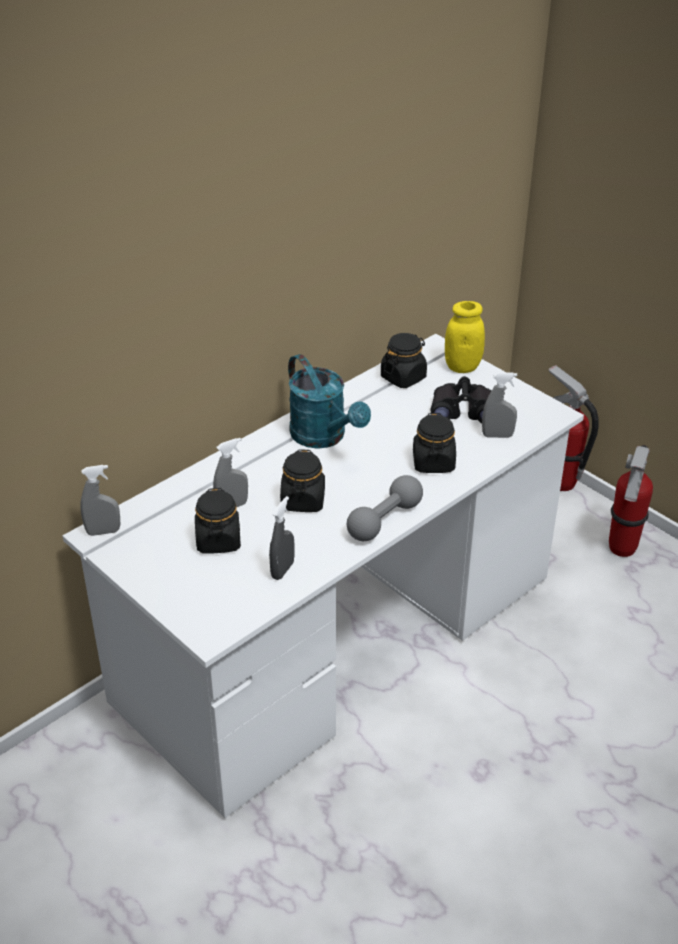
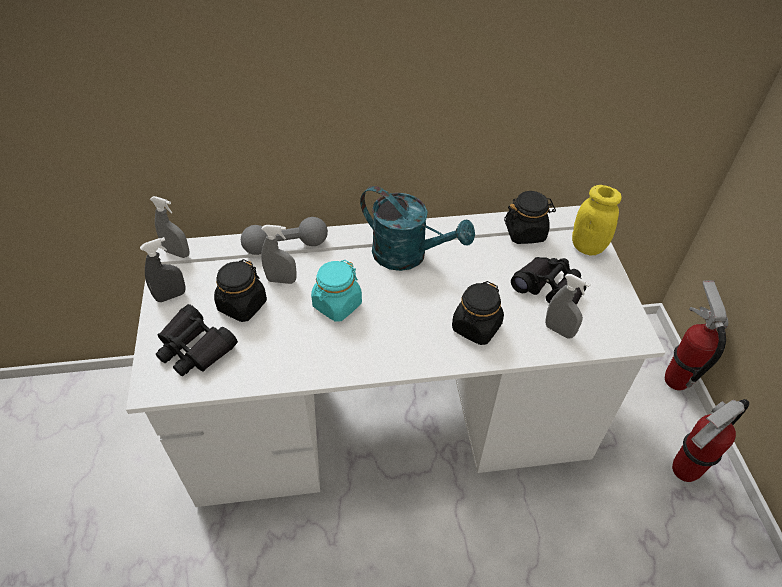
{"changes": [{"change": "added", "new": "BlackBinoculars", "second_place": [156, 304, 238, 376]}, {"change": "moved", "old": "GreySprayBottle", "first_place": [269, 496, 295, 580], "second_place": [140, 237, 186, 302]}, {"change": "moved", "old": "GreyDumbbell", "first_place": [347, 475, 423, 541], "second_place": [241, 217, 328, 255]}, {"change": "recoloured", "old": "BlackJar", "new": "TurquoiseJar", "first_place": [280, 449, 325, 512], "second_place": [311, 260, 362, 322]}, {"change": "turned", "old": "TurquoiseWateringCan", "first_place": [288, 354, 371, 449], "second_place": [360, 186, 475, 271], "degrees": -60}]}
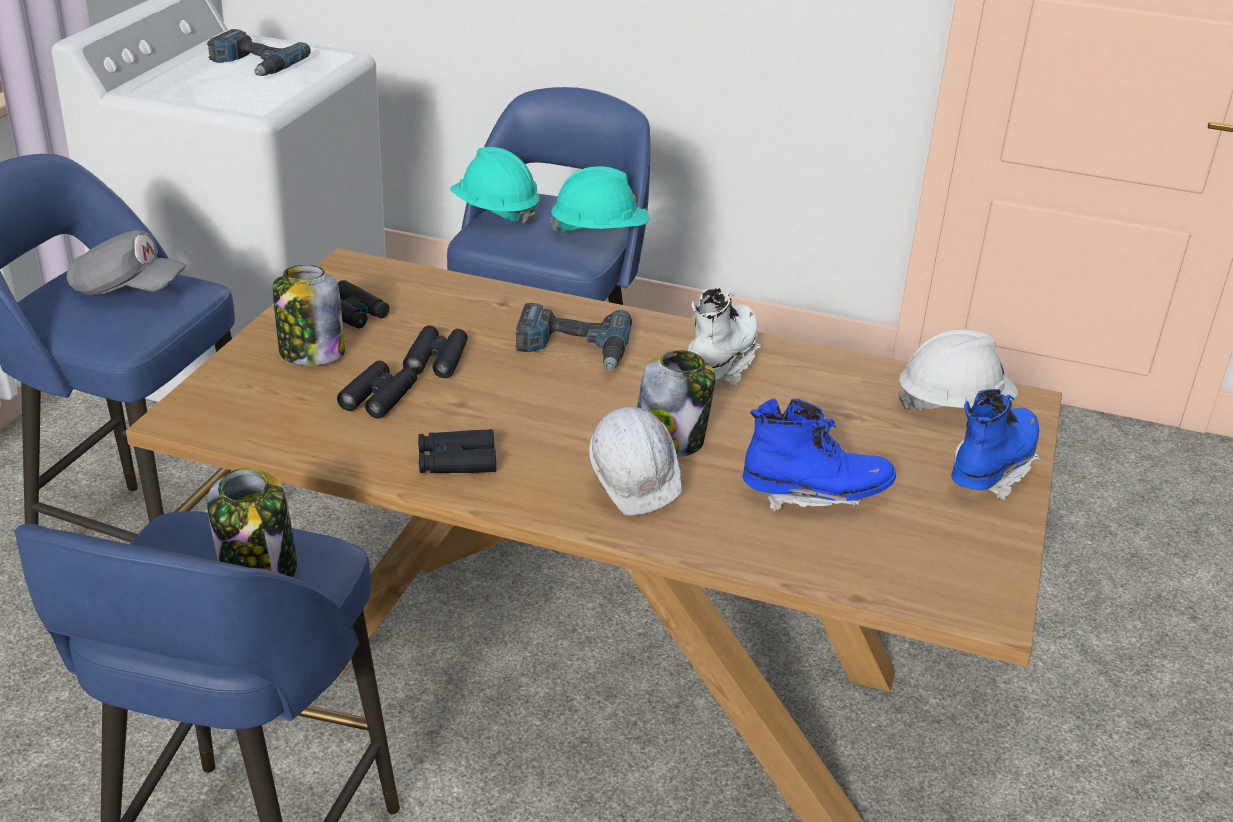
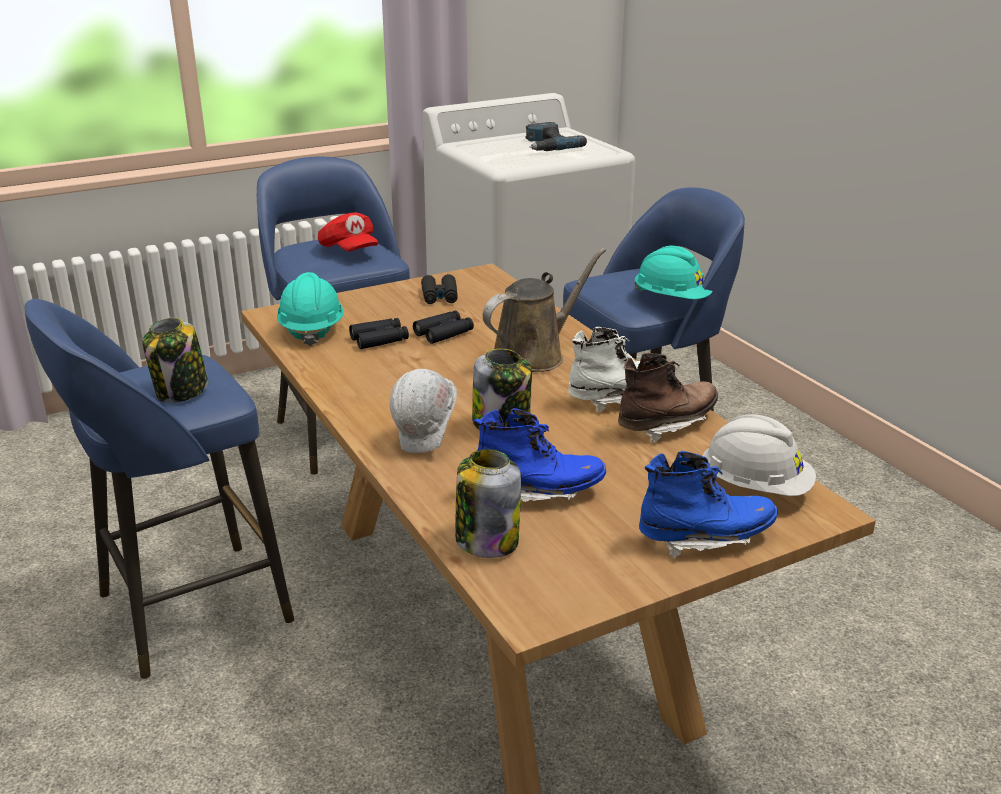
{"changes": [{"change": "removed", "old": "BlackBinoculars", "first_place": [418, 429, 496, 473]}, {"change": "added", "new": "BrownBoot", "second_place": [618, 353, 718, 443]}, {"change": "moved", "old": "Jar", "first_place": [273, 265, 345, 365], "second_place": [455, 449, 521, 558]}, {"change": "moved", "old": "TurquoiseHardHat", "first_place": [450, 147, 539, 225], "second_place": [277, 272, 344, 346]}, {"change": "replaced", "old": "PowerDrill", "new": "BrownWateringCan", "first_place": [516, 303, 632, 370], "second_place": [483, 248, 606, 372]}, {"change": "recoloured", "old": "GreyCap", "new": "RedCap", "first_place": [66, 230, 187, 295], "second_place": [318, 212, 378, 251]}, {"change": "turned", "old": "BlueBoot", "first_place": [742, 398, 896, 512], "second_place": [474, 408, 606, 502], "degrees": -45}]}
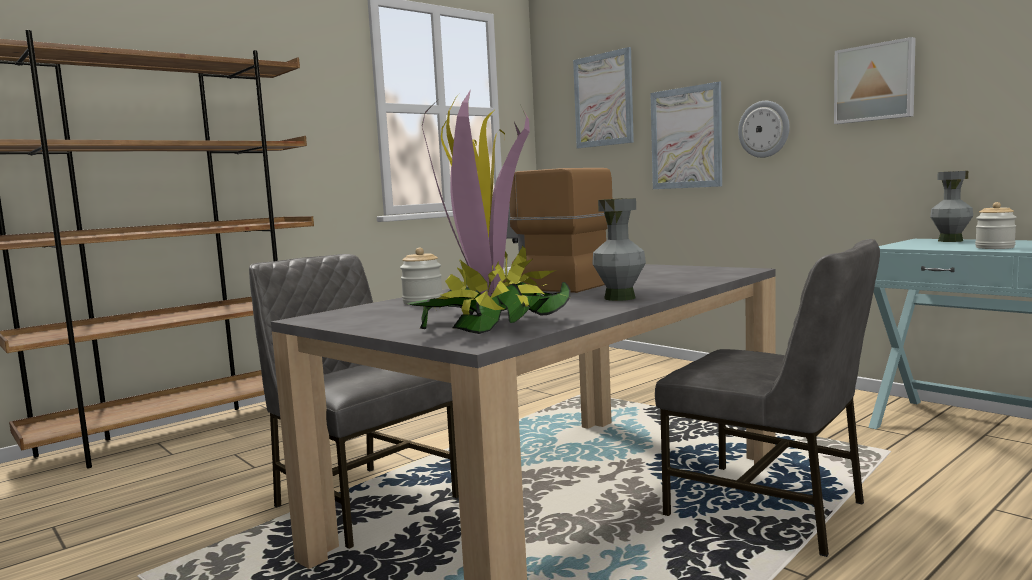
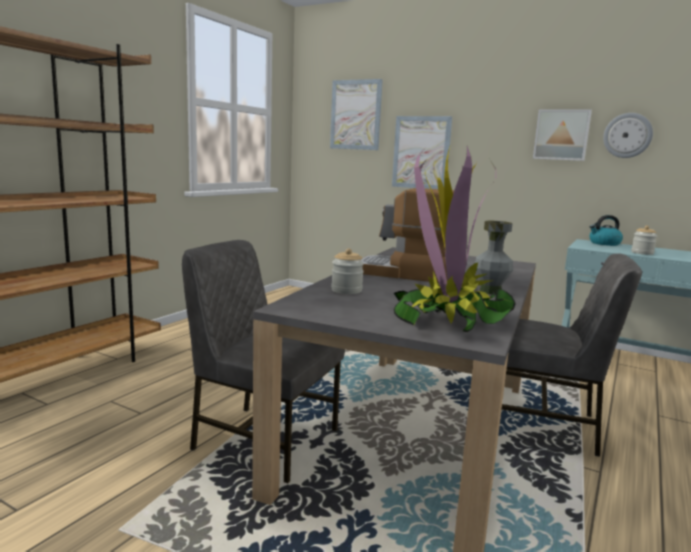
{"changes": [{"change": "moved", "old": "WallClock", "first_place": [738, 101, 790, 158], "second_place": [603, 113, 653, 158]}, {"change": "replaced", "old": "GreyVase", "new": "Kettle", "first_place": [930, 171, 973, 242], "second_place": [589, 215, 623, 246]}]}
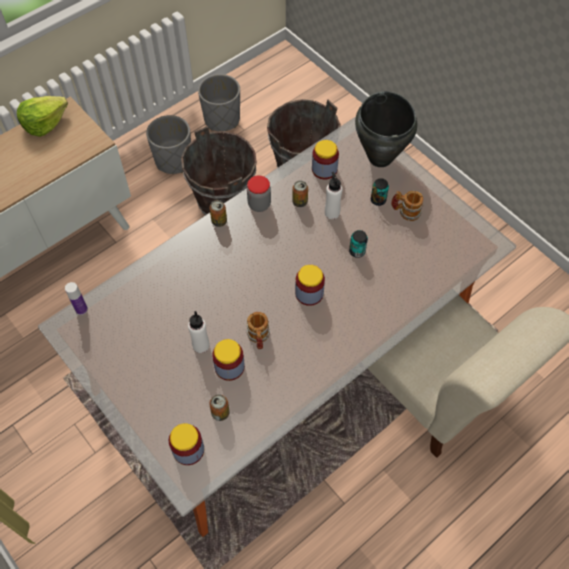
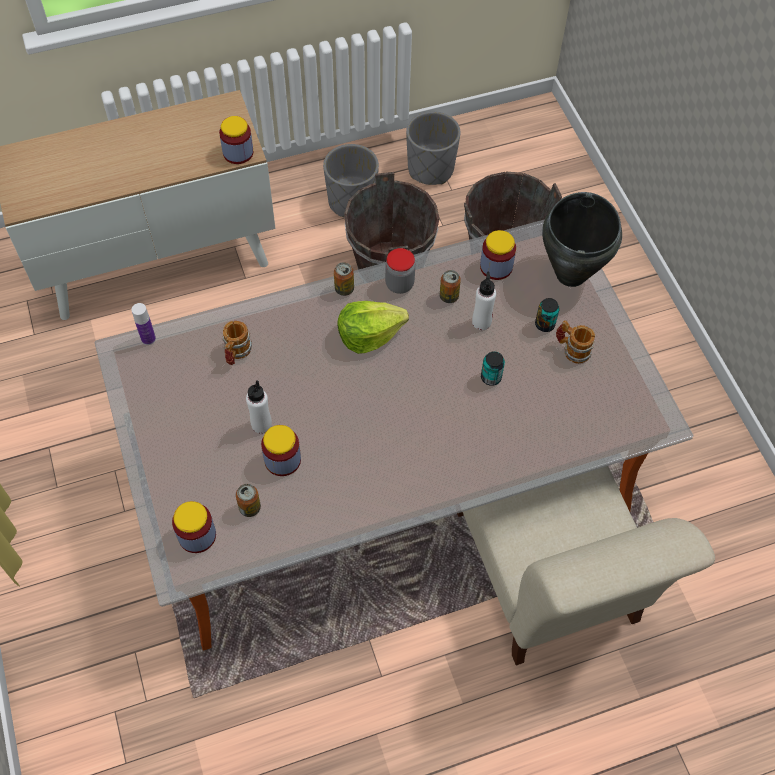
{"changes": [{"change": "moved", "old": "Lettuce", "first_place": [17, 96, 68, 137], "second_place": [337, 301, 409, 354]}, {"change": "moved", "old": "Mug", "first_place": [247, 312, 270, 349], "second_place": [222, 321, 252, 365]}, {"change": "moved", "old": "Jar", "first_place": [295, 265, 325, 306], "second_place": [219, 116, 253, 164]}]}
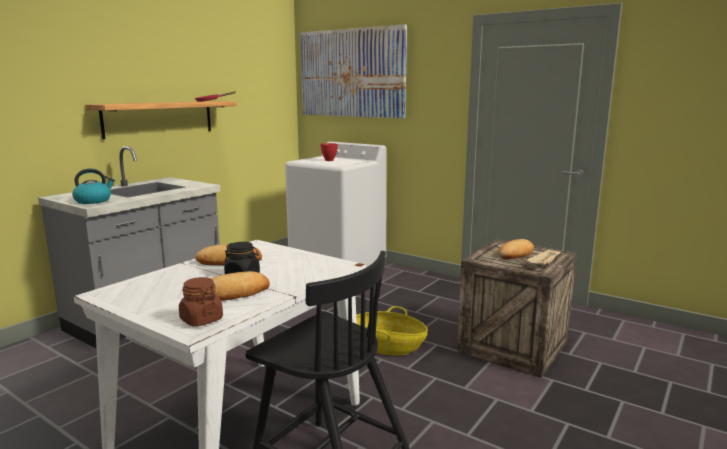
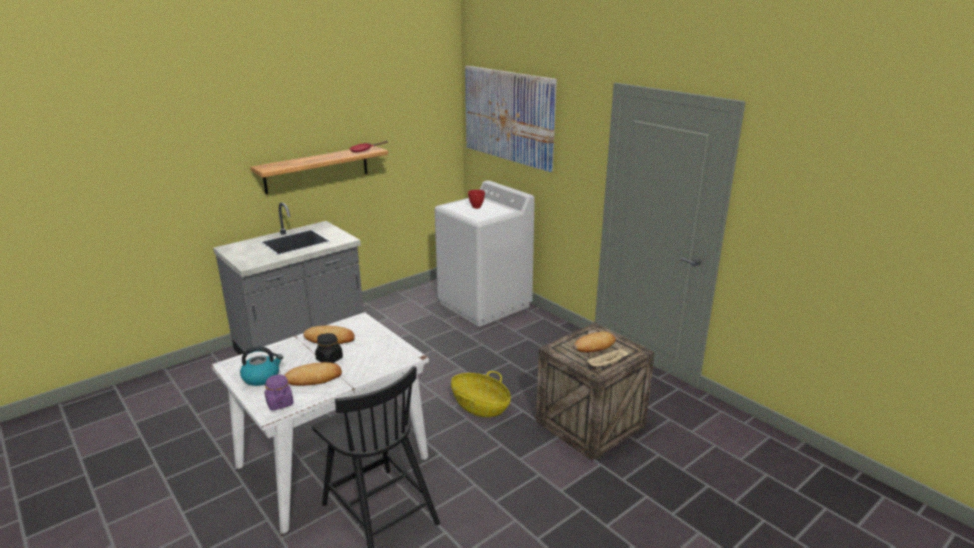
{"changes": [{"change": "moved", "old": "Kettle", "first_place": [72, 168, 115, 204], "second_place": [240, 346, 283, 386]}, {"change": "recoloured", "old": "BrownJar", "new": "PurpleJar", "first_place": [179, 277, 223, 327], "second_place": [265, 375, 294, 410]}]}
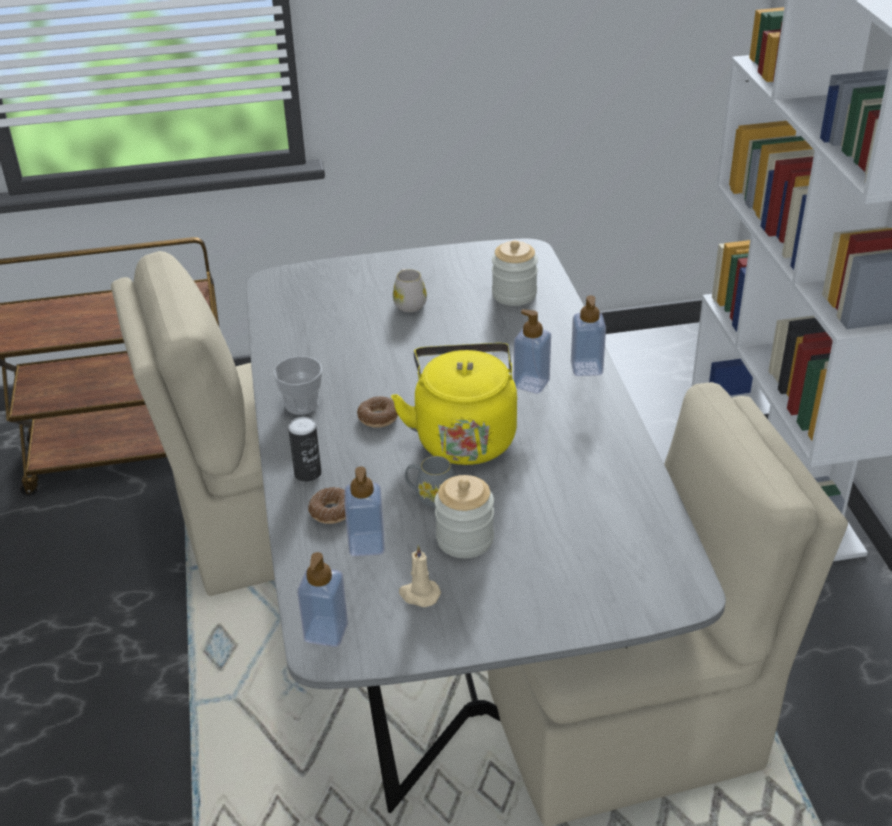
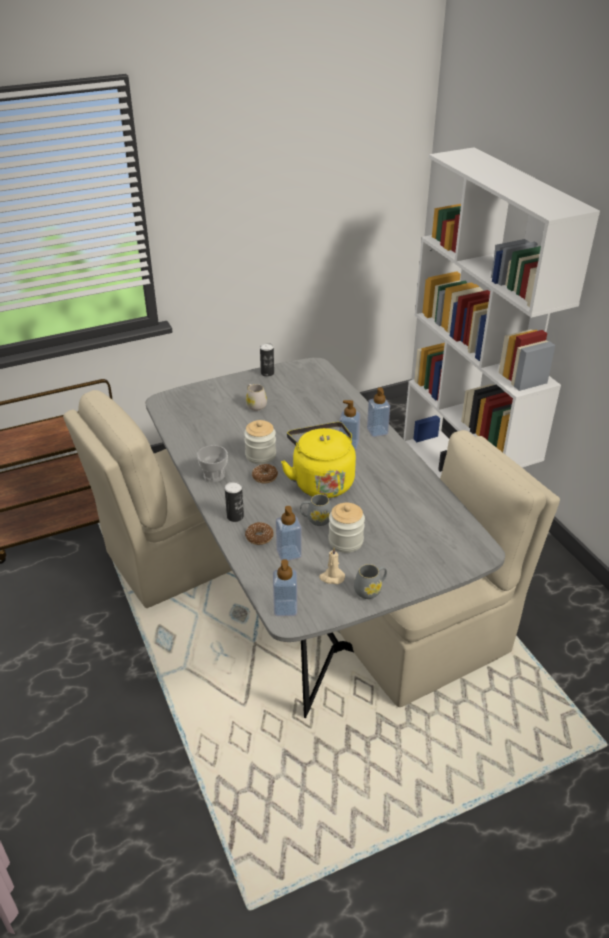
{"changes": [{"change": "added", "new": "Can", "second_place": [260, 343, 274, 377]}, {"change": "added", "new": "GreyMug", "second_place": [354, 564, 387, 599]}, {"change": "moved", "old": "Jar", "first_place": [492, 240, 538, 306], "second_place": [244, 420, 276, 464]}]}
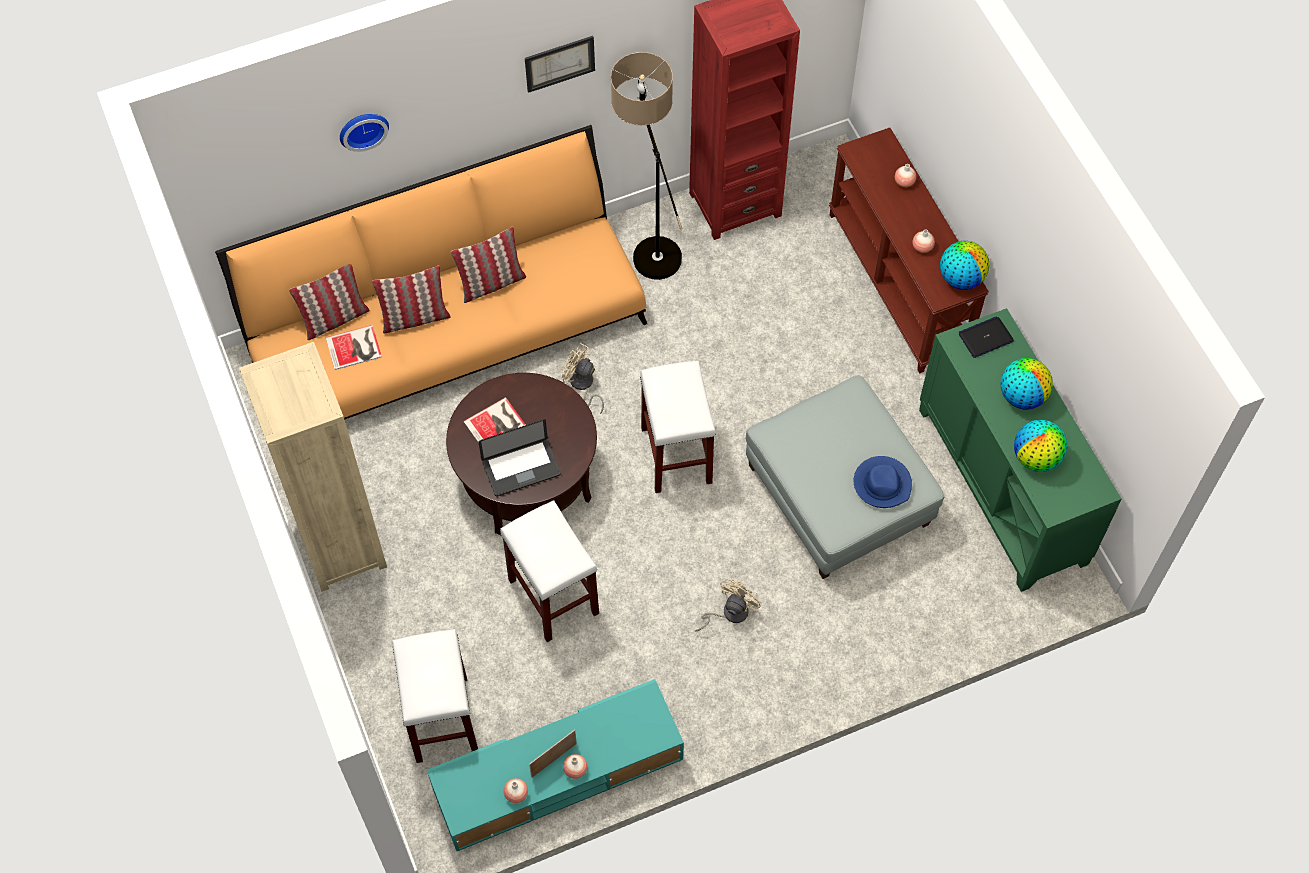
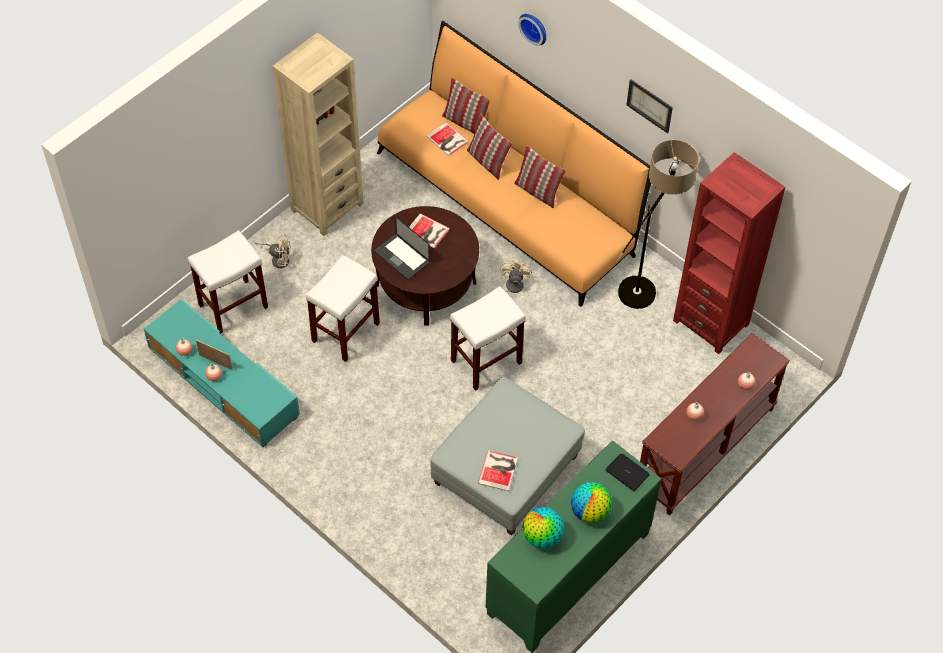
{"changes": [{"change": "removed", "old": "Globe", "first_place": [940, 241, 989, 290]}, {"change": "moved", "old": "BeigeFan", "first_place": [695, 579, 762, 632], "second_place": [255, 234, 291, 268]}, {"change": "replaced", "old": "BlueHat", "new": "Book", "first_place": [854, 456, 912, 508], "second_place": [478, 450, 518, 491]}]}
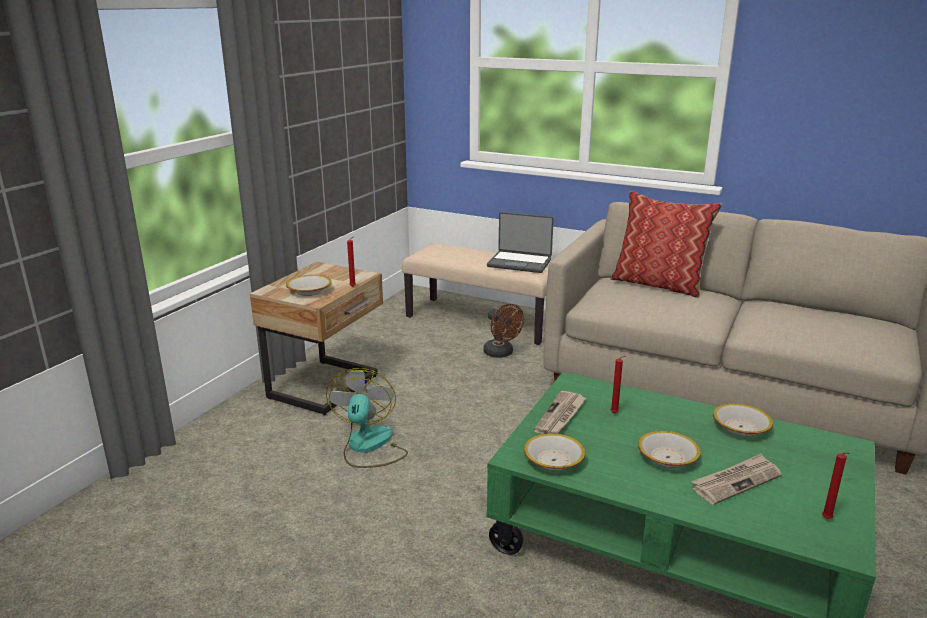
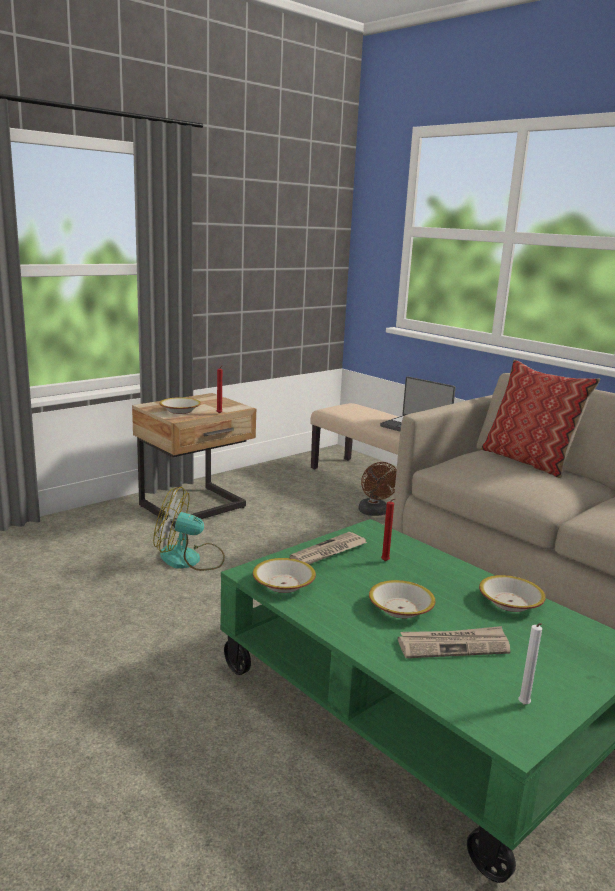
{"changes": [{"change": "recoloured", "old": "RedCandle", "new": "WhiteCandle", "first_place": [822, 452, 851, 519], "second_place": [518, 623, 542, 705]}, {"change": "turned", "old": "Fan", "first_place": [326, 368, 408, 468], "second_place": [153, 487, 225, 571], "degrees": -105}]}
